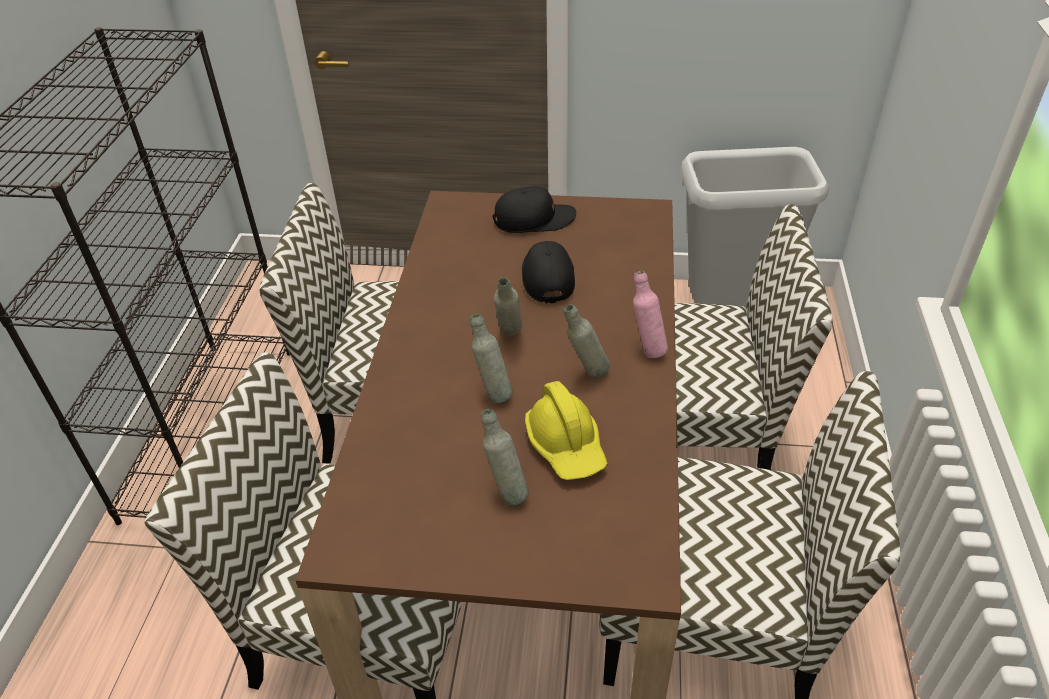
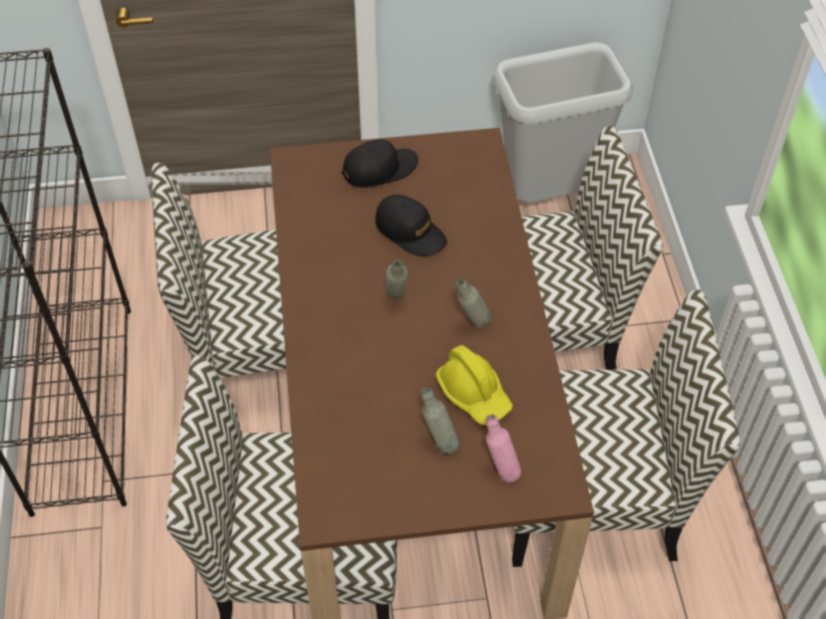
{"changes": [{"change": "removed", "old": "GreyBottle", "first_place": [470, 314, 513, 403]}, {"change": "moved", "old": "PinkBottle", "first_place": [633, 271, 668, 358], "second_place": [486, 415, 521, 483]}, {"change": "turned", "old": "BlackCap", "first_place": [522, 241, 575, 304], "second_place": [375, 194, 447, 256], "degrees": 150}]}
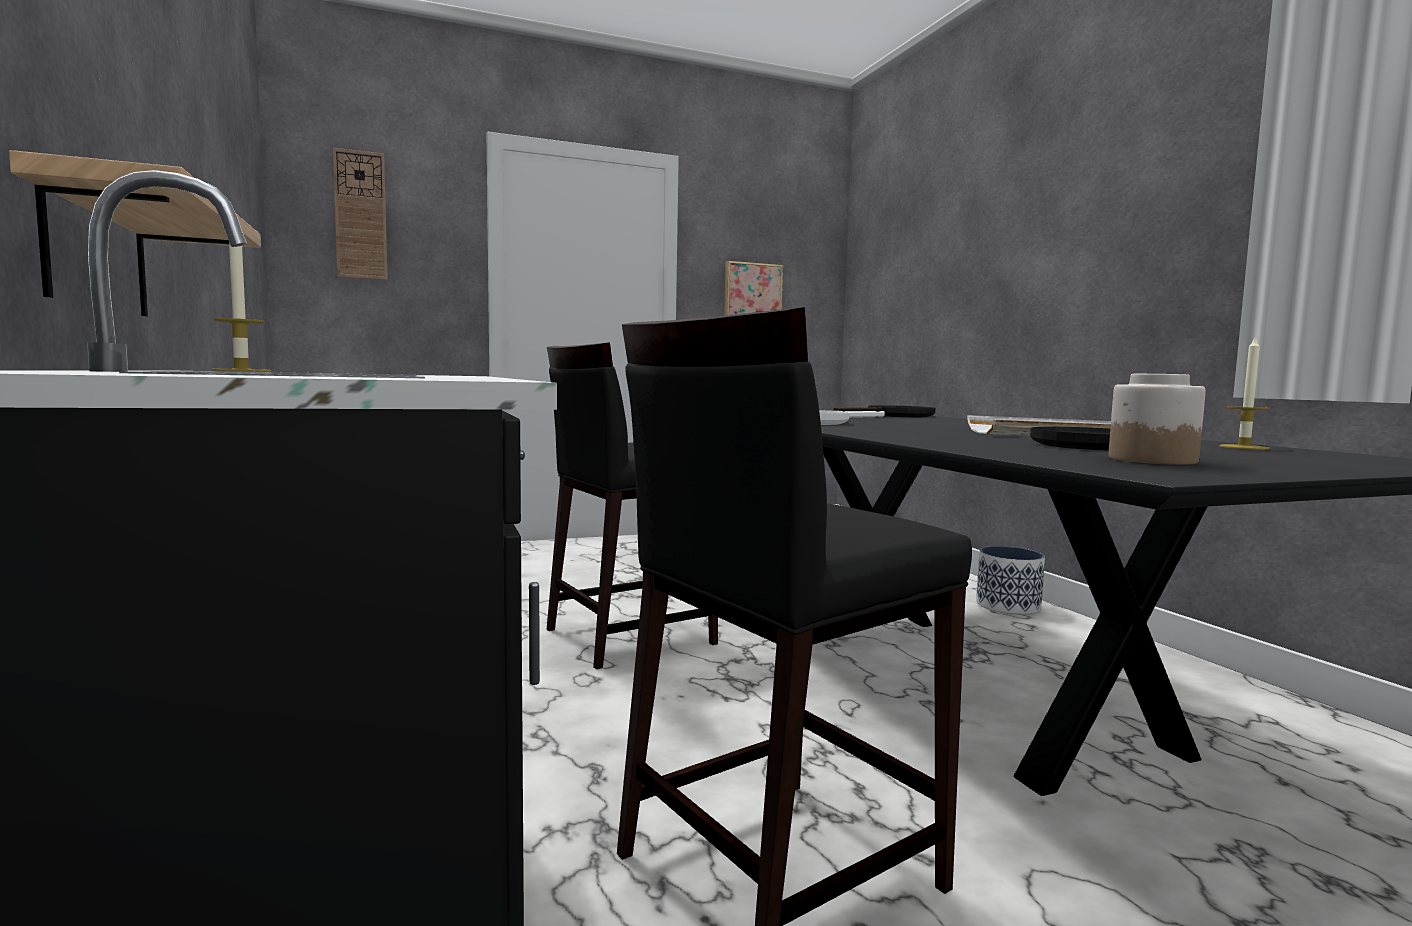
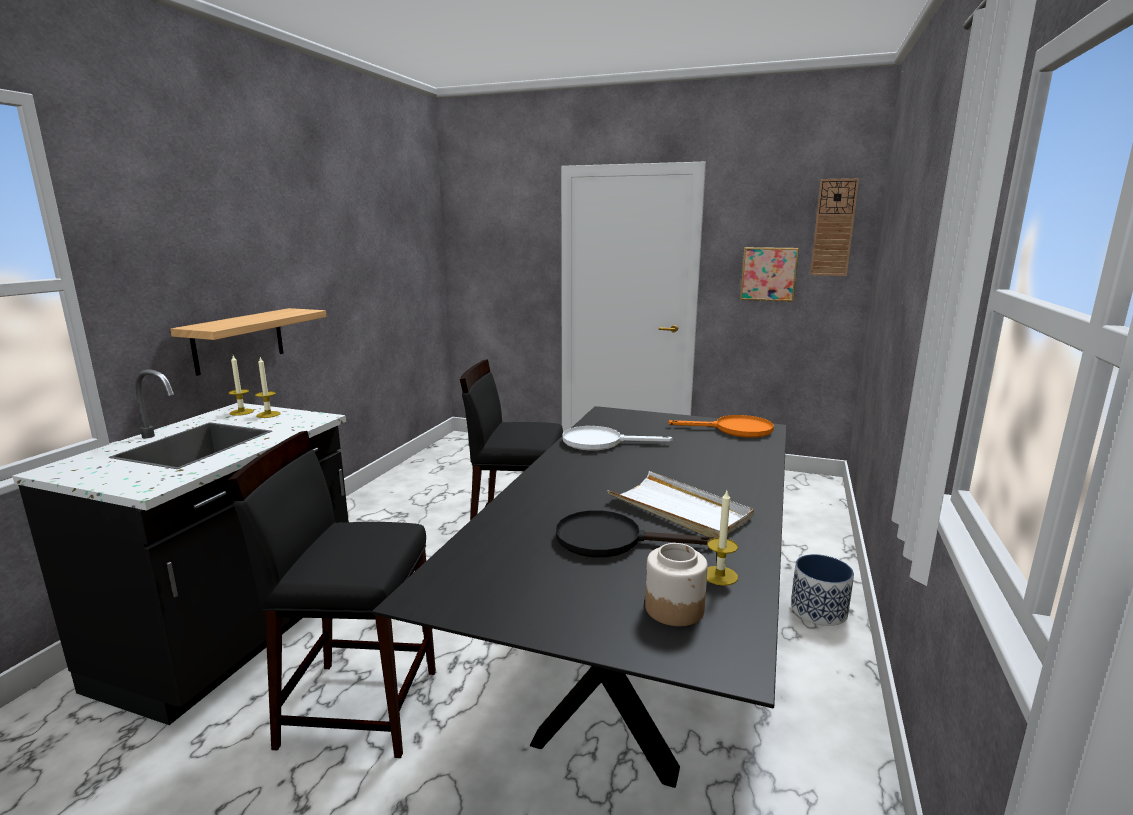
{"changes": [{"change": "added", "new": "Candle", "second_place": [255, 357, 281, 418]}, {"change": "moved", "old": "WallClock", "first_place": [333, 148, 388, 280], "second_place": [810, 178, 859, 276]}, {"change": "moved", "old": "Jar", "first_place": [1108, 374, 1206, 465], "second_place": [645, 543, 708, 626]}, {"change": "recoloured", "old": "BlackFryingPan", "new": "OrangeFryingPan", "first_place": [834, 405, 935, 417], "second_place": [668, 415, 774, 438]}]}
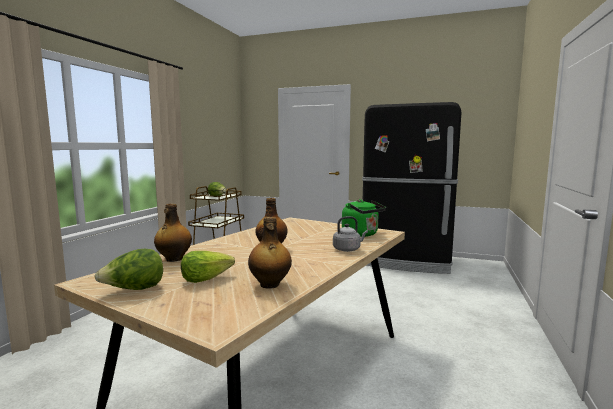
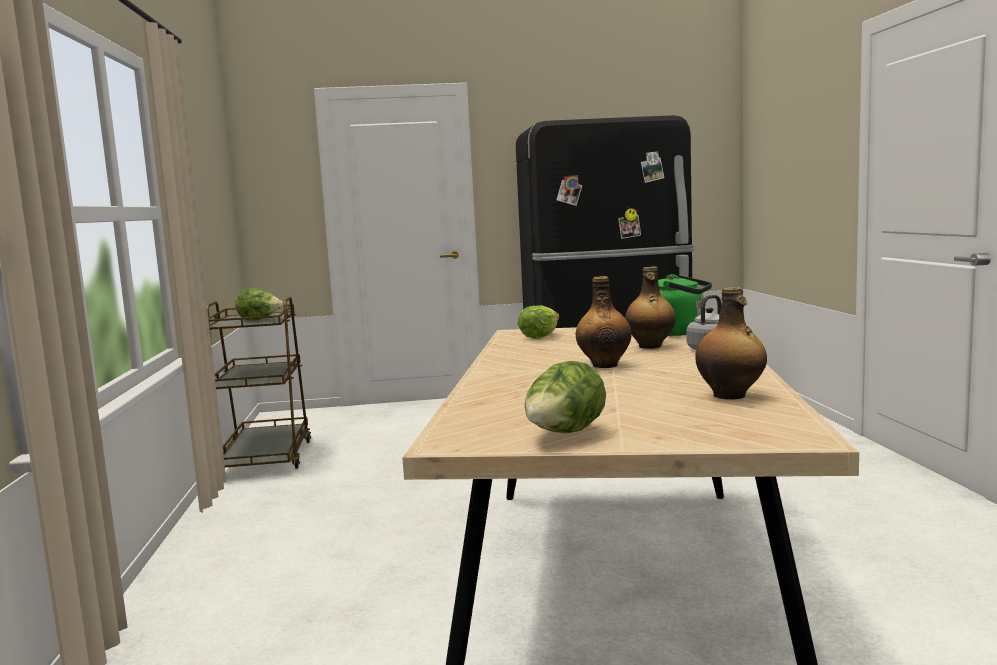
{"changes": [{"change": "moved", "old": "Bottle", "first_place": [154, 204, 192, 262], "second_place": [625, 266, 676, 349]}, {"change": "moved", "old": "Lettuce", "first_place": [181, 251, 235, 283], "second_place": [517, 305, 559, 339]}]}
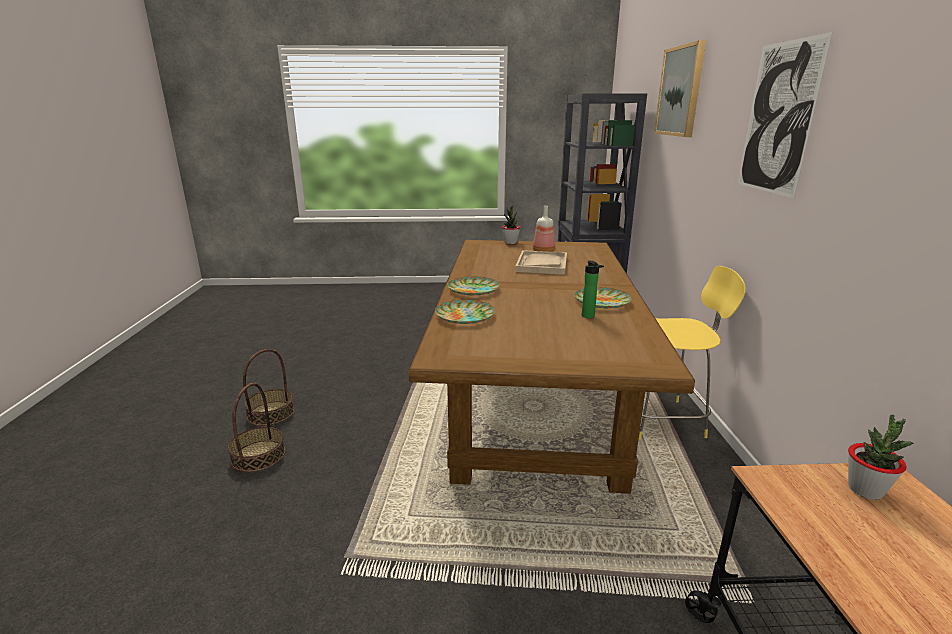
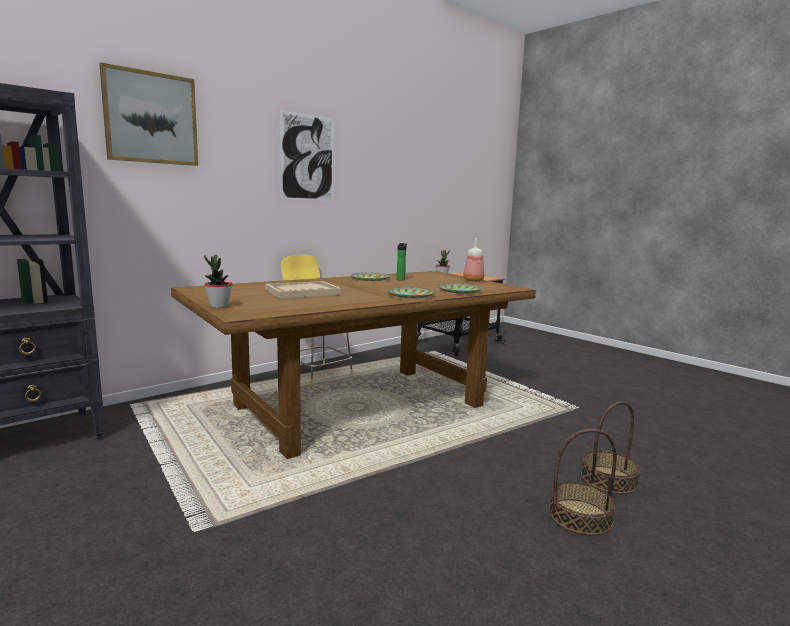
{"changes": [{"change": "moved", "old": "Bottle", "first_place": [533, 206, 555, 252], "second_place": [463, 238, 484, 282]}]}
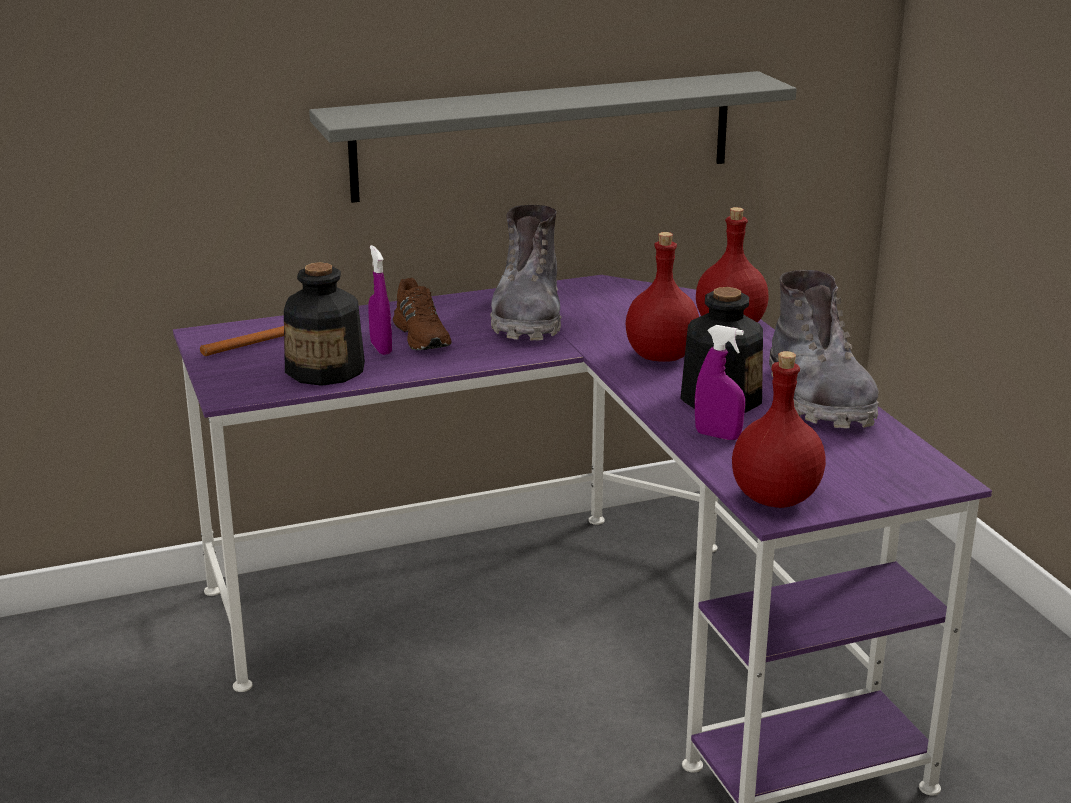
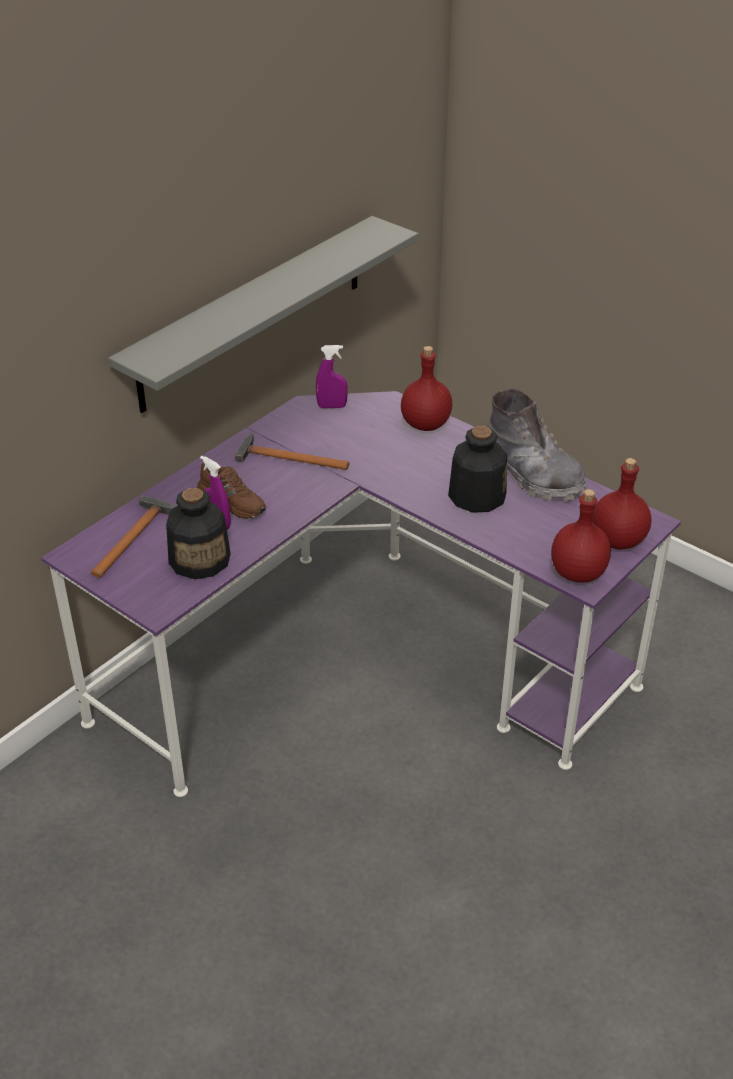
{"changes": [{"change": "moved", "old": "RedBottle", "first_place": [625, 232, 699, 362], "second_place": [592, 458, 652, 550]}, {"change": "moved", "old": "PurpleSprayBottle", "first_place": [695, 325, 745, 440], "second_place": [316, 345, 348, 408]}, {"change": "replaced", "old": "GreyBoot", "new": "Hammer", "first_place": [490, 205, 562, 341], "second_place": [235, 432, 349, 470]}]}
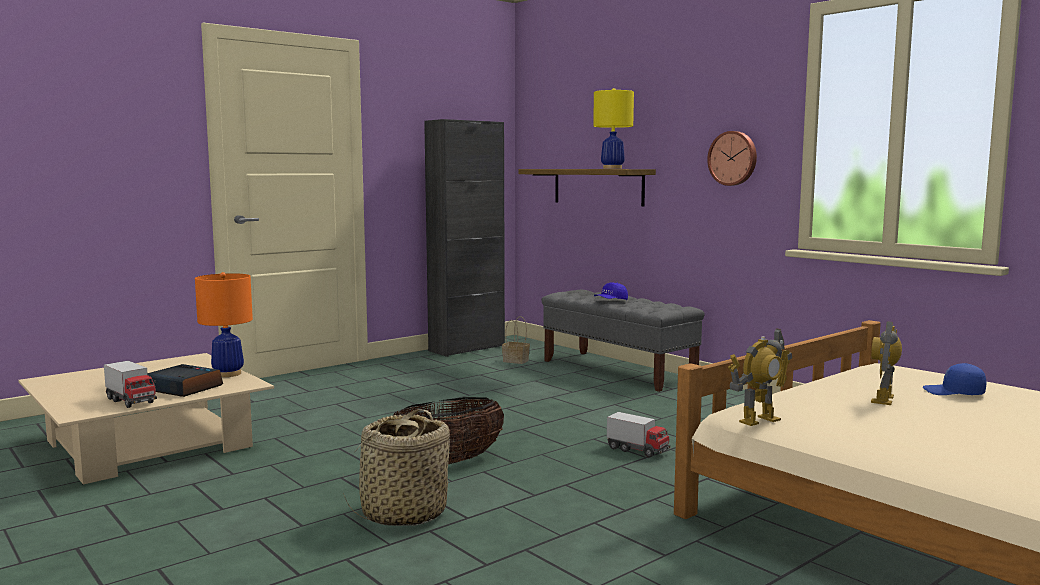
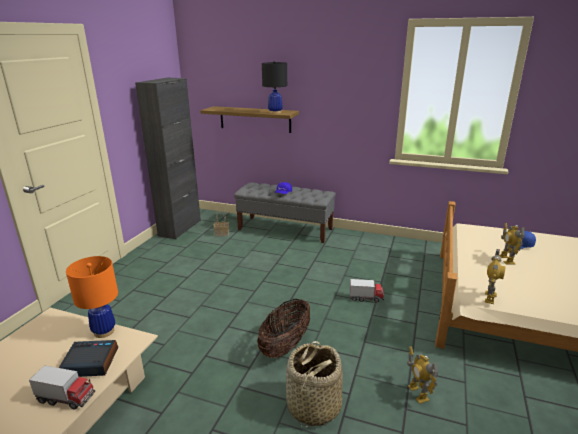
{"changes": [{"change": "removed", "old": "WallClock", "first_place": [707, 131, 757, 186]}, {"change": "added", "new": "ToyRobot", "second_place": [407, 346, 438, 404]}, {"change": "recoloured", "old": "YellowTableLamp", "new": "BlackTableLamp", "first_place": [593, 88, 634, 169], "second_place": [262, 61, 287, 114]}]}
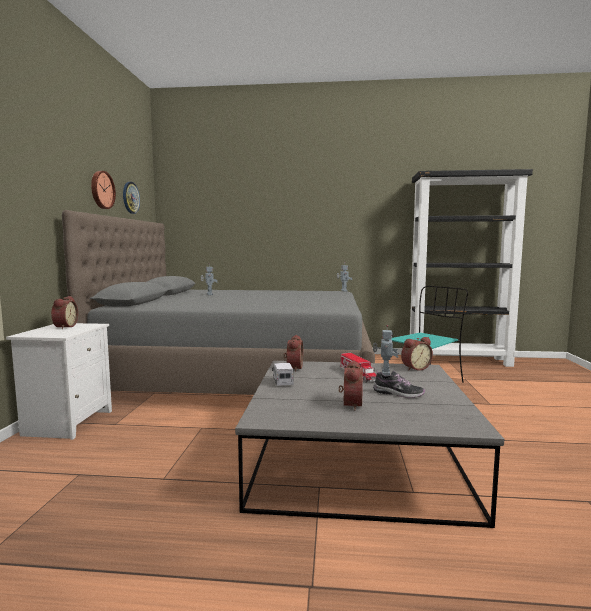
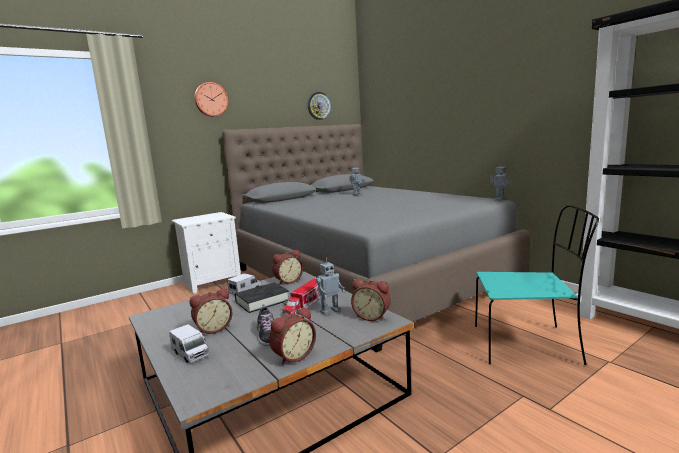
{"changes": [{"change": "added", "new": "ToyTruck", "second_place": [169, 324, 209, 363]}, {"change": "added", "new": "BlackBook", "second_place": [235, 282, 289, 313]}, {"change": "moved", "old": "AlarmClock", "first_place": [51, 296, 78, 329], "second_place": [269, 307, 316, 365]}, {"change": "moved", "old": "WallClock", "first_place": [91, 171, 116, 209], "second_place": [194, 82, 229, 117]}]}
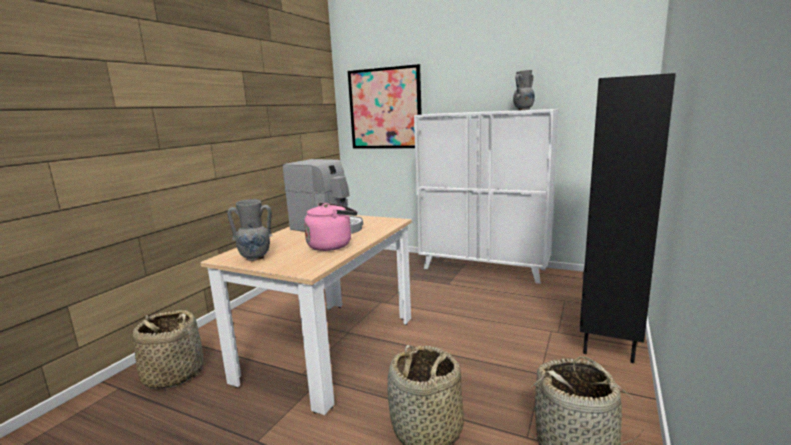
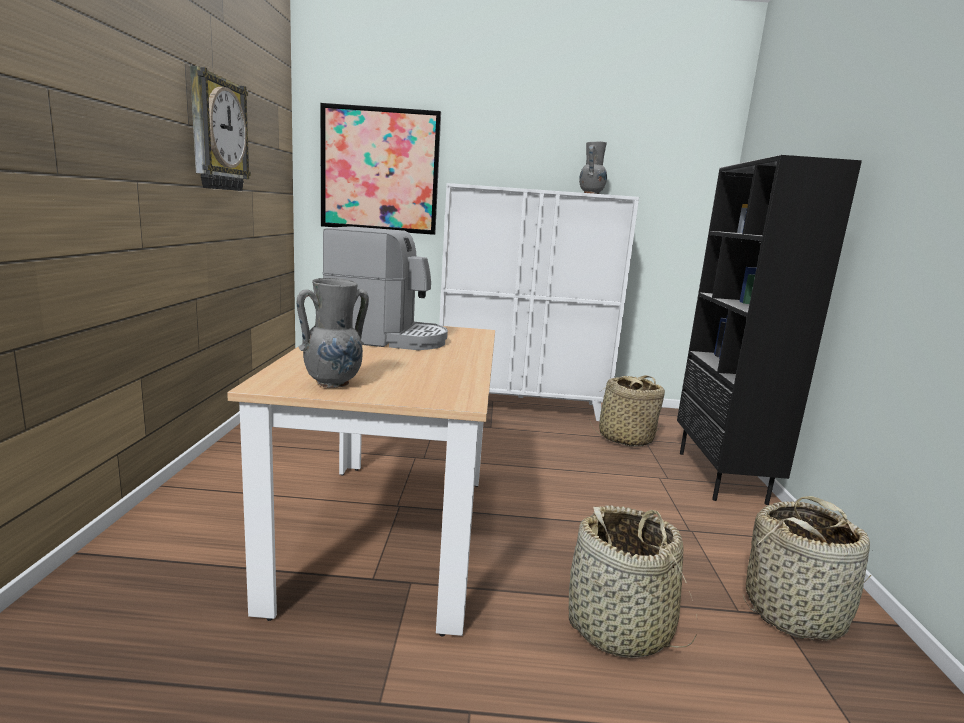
{"changes": [{"change": "removed", "old": "PinkKettle", "first_place": [304, 203, 357, 251]}, {"change": "added", "new": "WallClock", "second_place": [190, 66, 251, 191]}, {"change": "moved", "old": "Basket", "first_place": [133, 310, 203, 389], "second_place": [589, 375, 665, 446]}]}
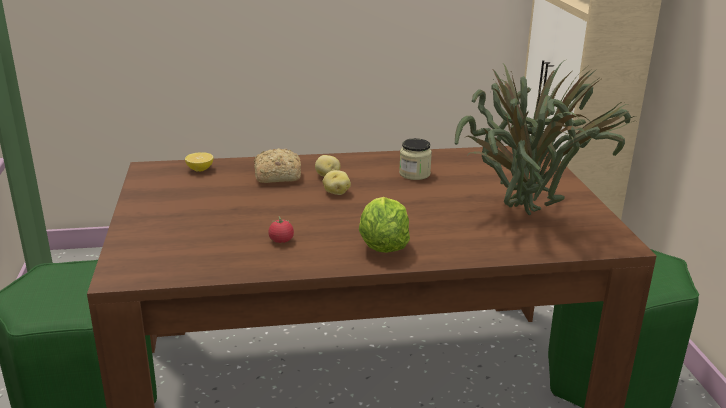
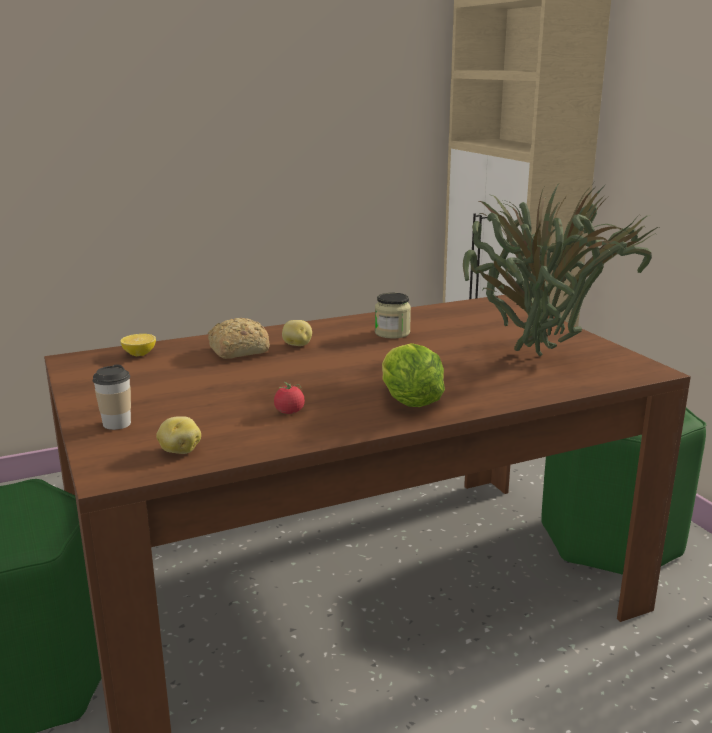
{"changes": [{"change": "added", "new": "Cup", "second_place": [93, 364, 131, 430]}, {"change": "moved", "old": "Potato", "first_place": [323, 170, 351, 195], "second_place": [156, 416, 201, 454]}]}
